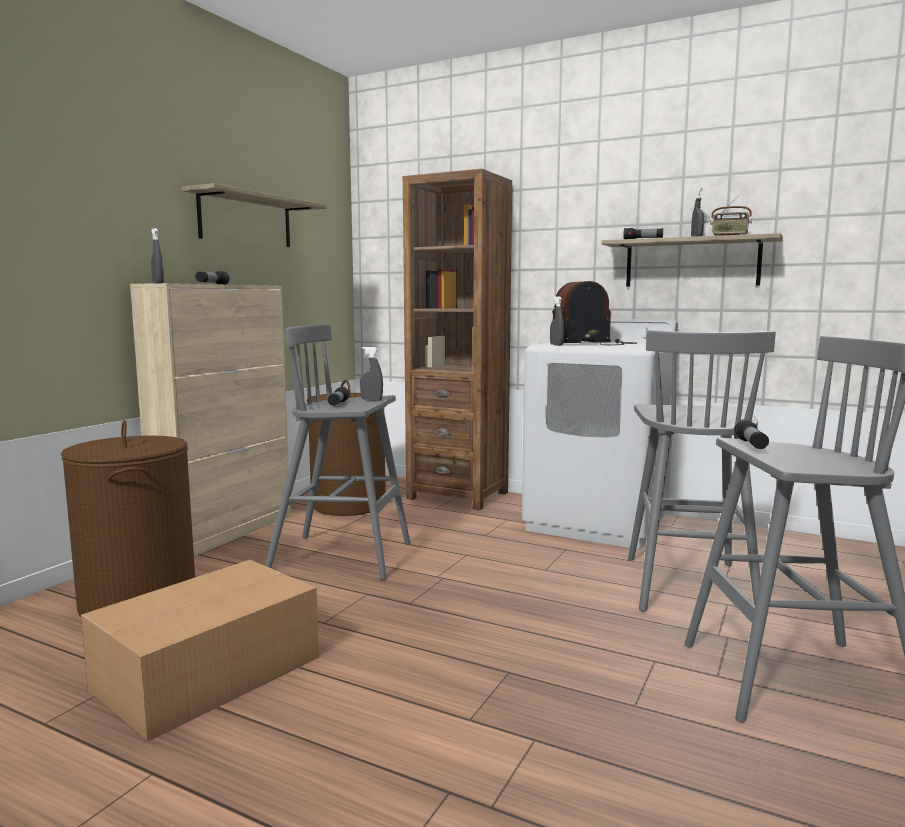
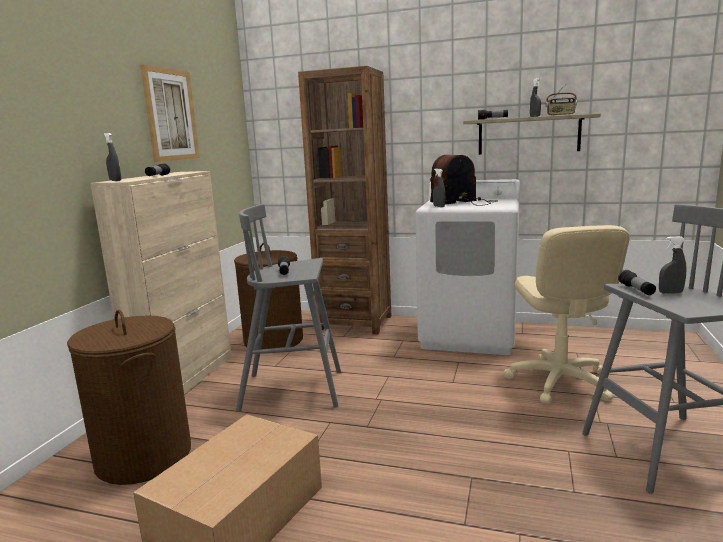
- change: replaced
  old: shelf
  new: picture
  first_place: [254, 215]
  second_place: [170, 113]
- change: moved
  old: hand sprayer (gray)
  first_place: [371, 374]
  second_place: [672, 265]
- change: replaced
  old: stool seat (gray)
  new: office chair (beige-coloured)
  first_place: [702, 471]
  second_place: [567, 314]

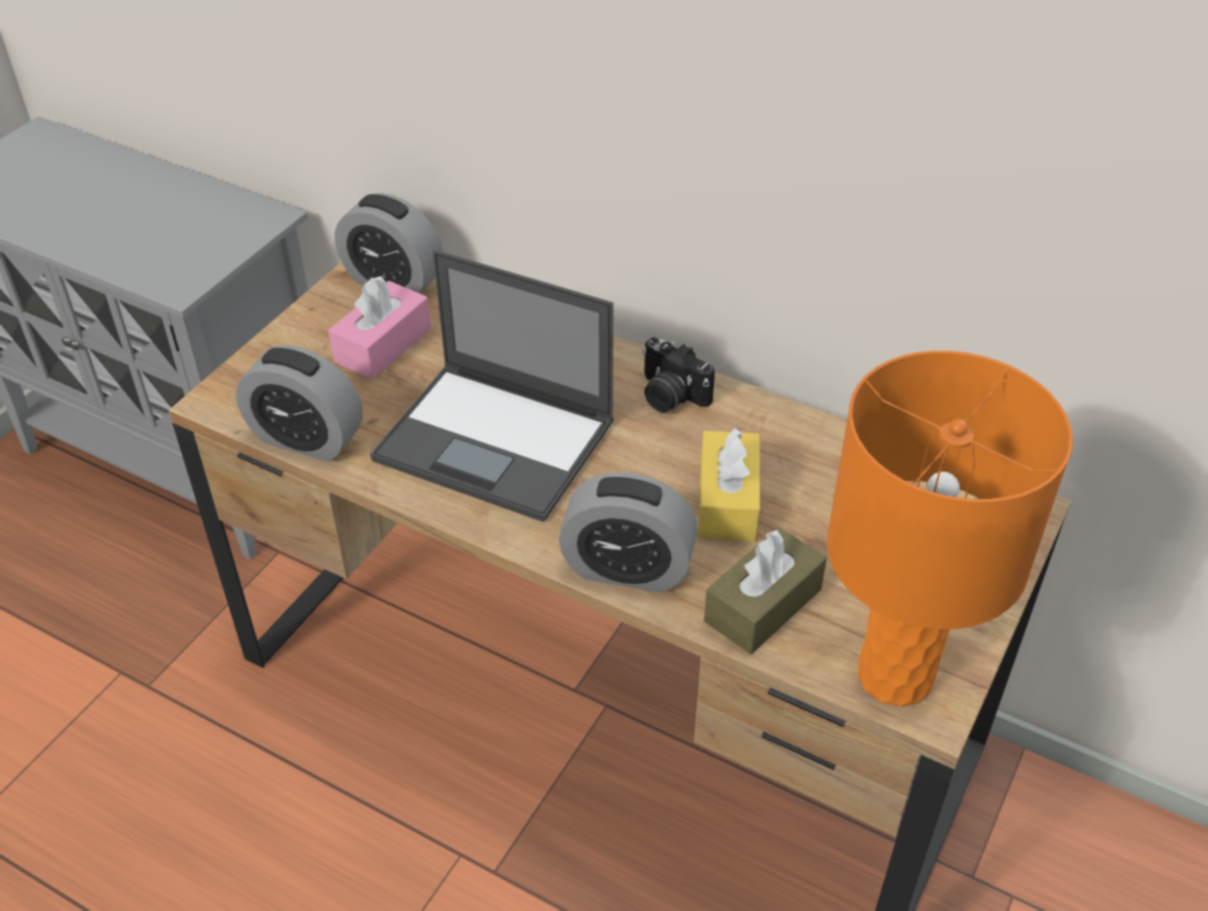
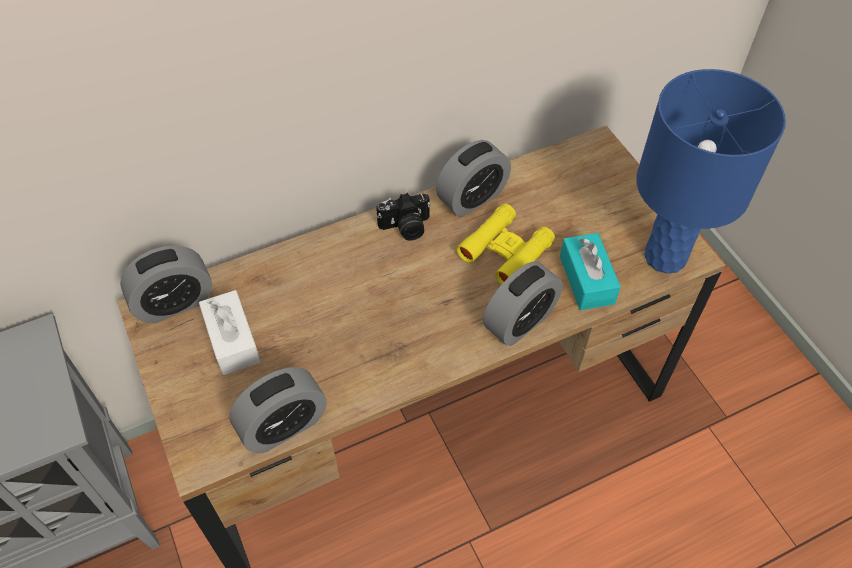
- change: recoloured
  old: box of tissues (pink-coloured)
  new: box of tissues (white)
  first_place: [379, 327]
  second_place: [230, 332]
- change: removed
  old: laptop
  first_place: [492, 386]
- change: replaced
  old: box of tissues (yellow-coloured)
  new: field glasses (yellow-coloured)
  first_place: [729, 484]
  second_place: [505, 244]
- change: recoloured
  old: box of tissues (brownish)
  new: box of tissues (blue-green)
  first_place: [765, 590]
  second_place: [590, 271]
- change: recoloured
  old: tabletop lamp (orangey)
  new: tabletop lamp (bluish)
  first_place: [950, 529]
  second_place: [711, 171]
- change: added
  new: table clock
  second_place: [473, 178]

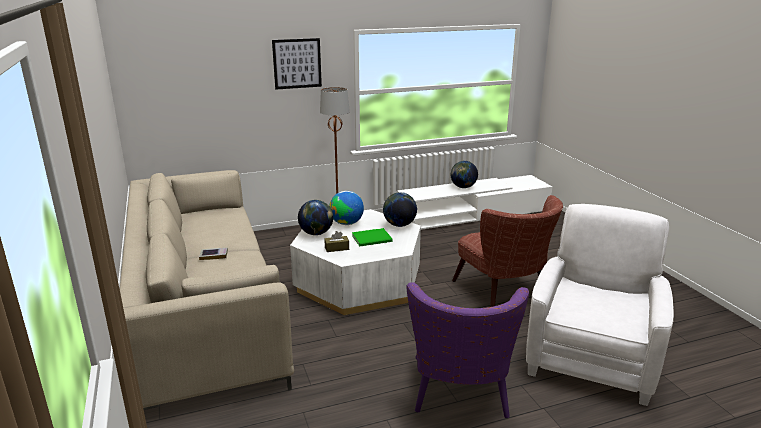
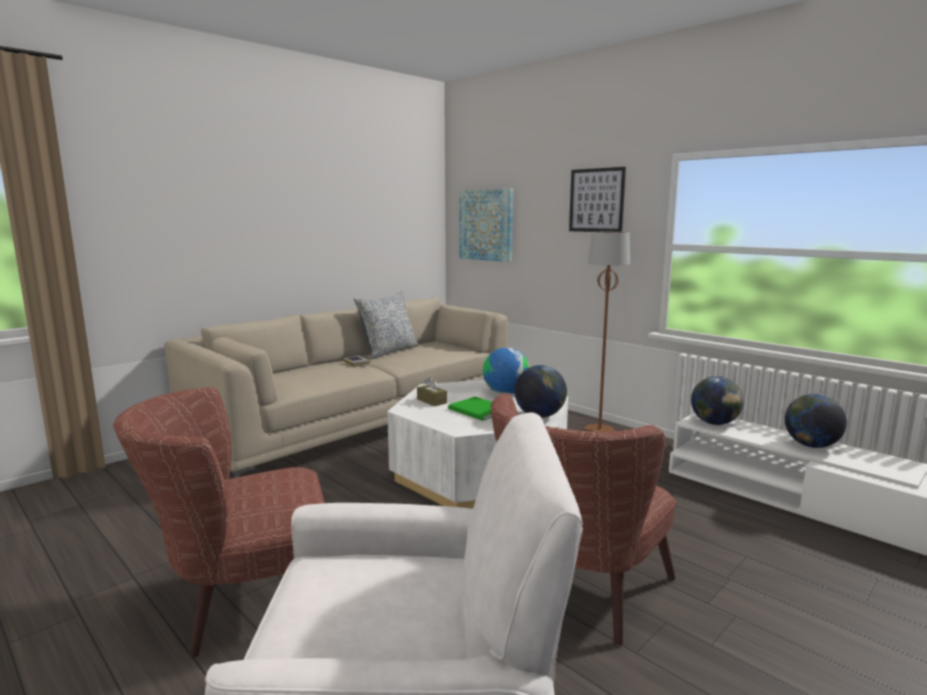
- change: moved
  old: world globe
  first_place: [315, 217]
  second_place: [717, 400]
- change: recoloured
  old: armchair (purple-coloured)
  new: armchair (brownish)
  first_place: [467, 350]
  second_place: [219, 522]
- change: added
  new: cushion
  second_place: [386, 325]
- change: added
  new: picture
  second_place: [486, 225]

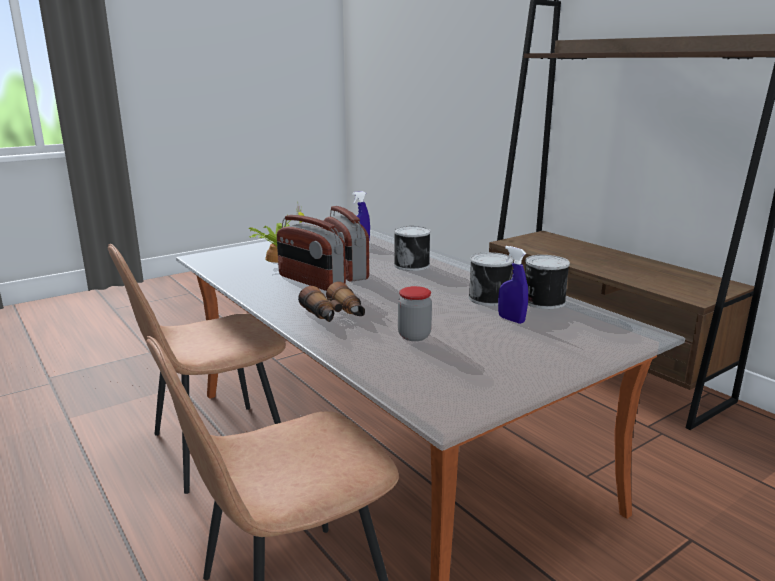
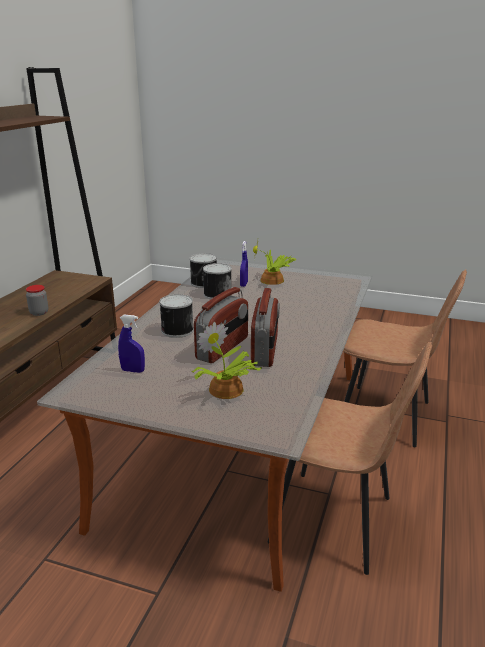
- change: removed
  old: field glasses
  first_place: [331, 302]
- change: moved
  old: storage jar
  first_place: [415, 313]
  second_place: [37, 300]
- change: added
  new: potted plant
  second_place: [274, 263]

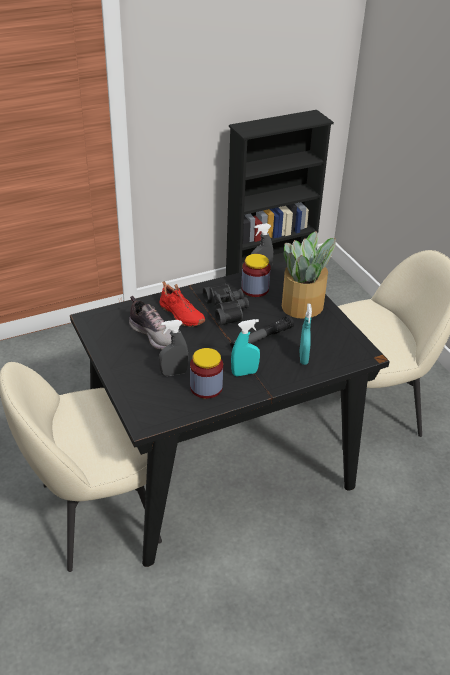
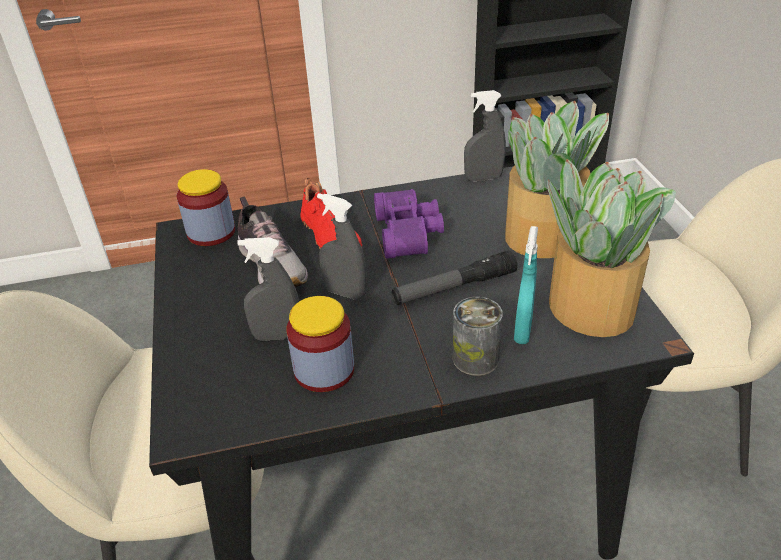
- change: recoloured
  old: field glasses (black-coloured)
  new: field glasses (purple-coloured)
  first_place: [226, 305]
  second_place: [409, 224]
- change: removed
  old: hand sprayer (blue-green)
  first_place: [245, 347]
- change: moved
  old: storage jar
  first_place: [256, 275]
  second_place: [206, 207]
- change: added
  new: hand sprayer (gray)
  second_place: [341, 246]
- change: added
  new: sealed can
  second_place: [478, 336]
- change: added
  new: potted plant
  second_place: [611, 248]

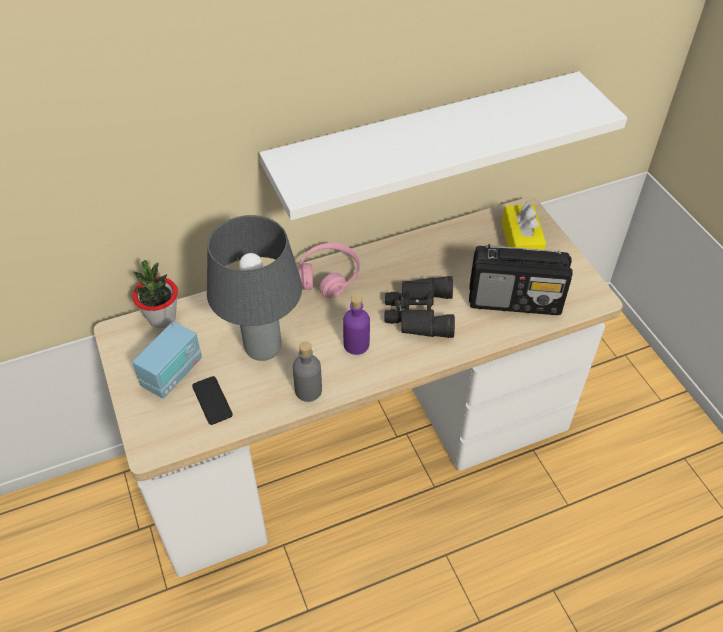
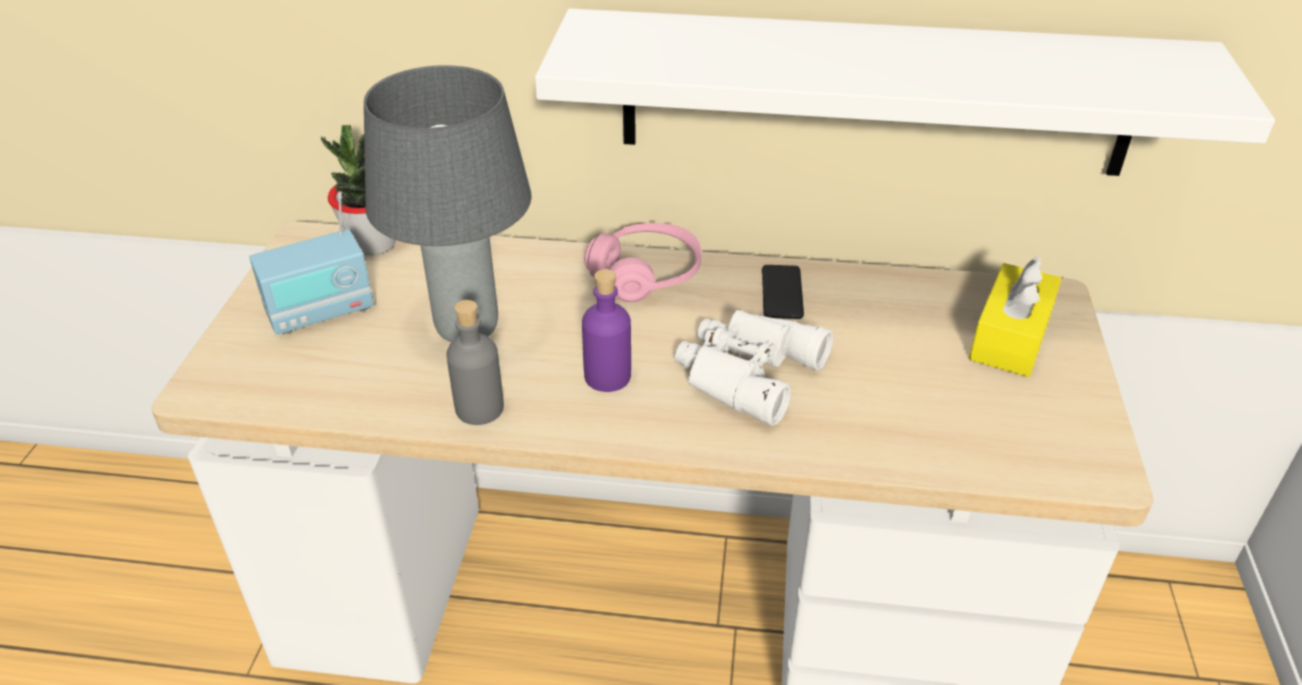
- change: moved
  old: phone
  first_place: [212, 400]
  second_place: [783, 292]
- change: recoloured
  old: field glasses (black-coloured)
  new: field glasses (white)
  first_place: [420, 307]
  second_place: [754, 368]
- change: removed
  old: radio receiver
  first_place: [521, 279]

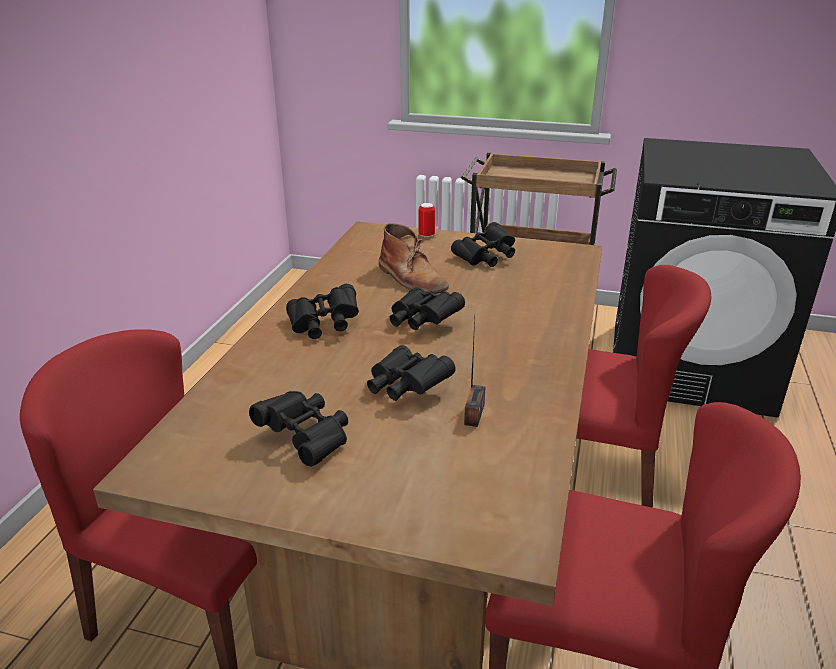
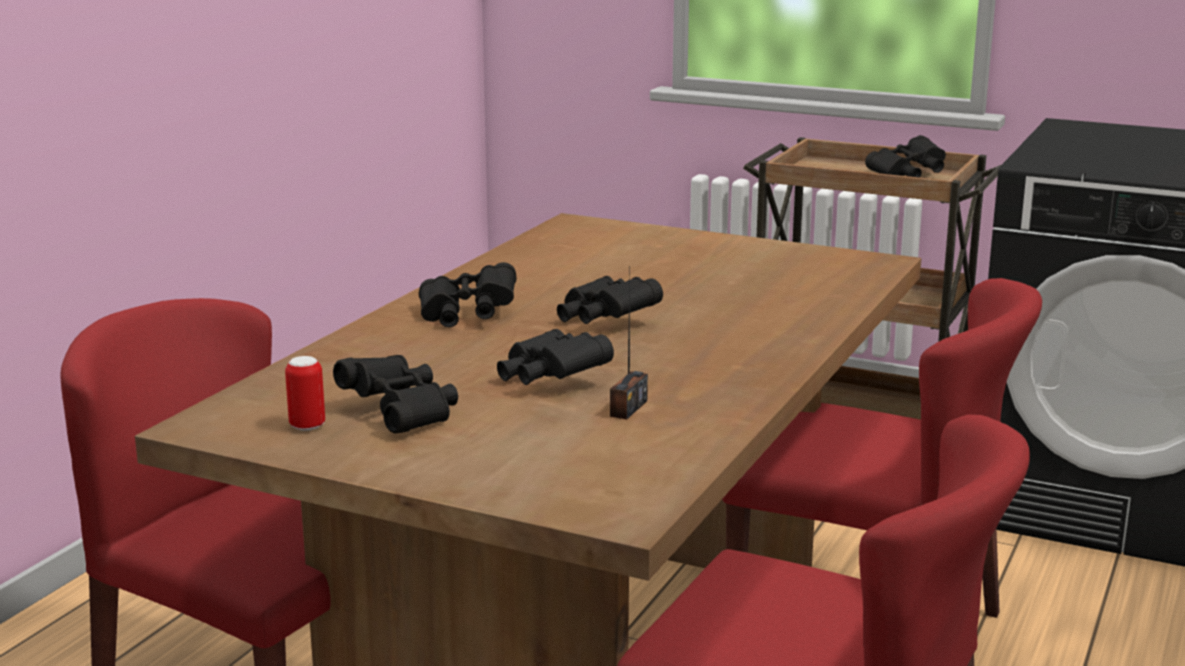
- change: removed
  old: high-top boot (brownish)
  first_place: [414, 258]
- change: moved
  old: sealed can
  first_place: [427, 220]
  second_place: [305, 393]
- change: moved
  old: field glasses (black-coloured)
  first_place: [483, 244]
  second_place: [905, 156]

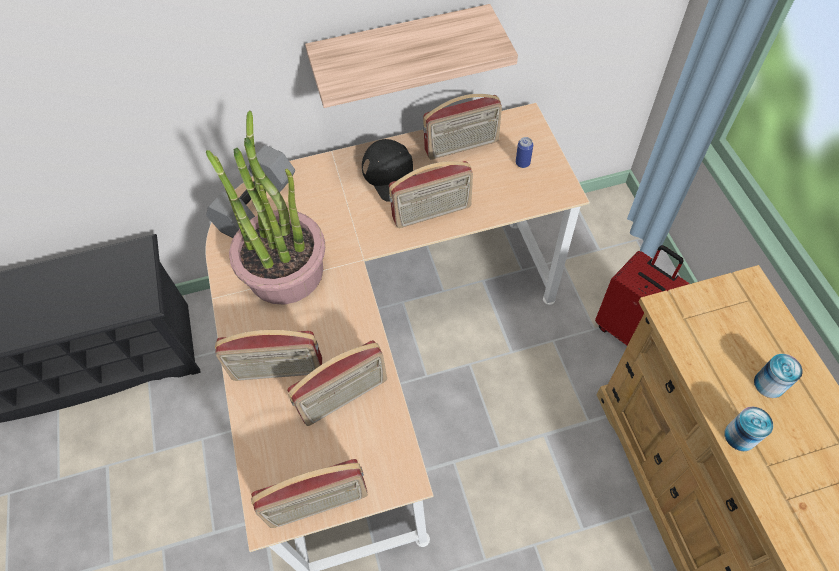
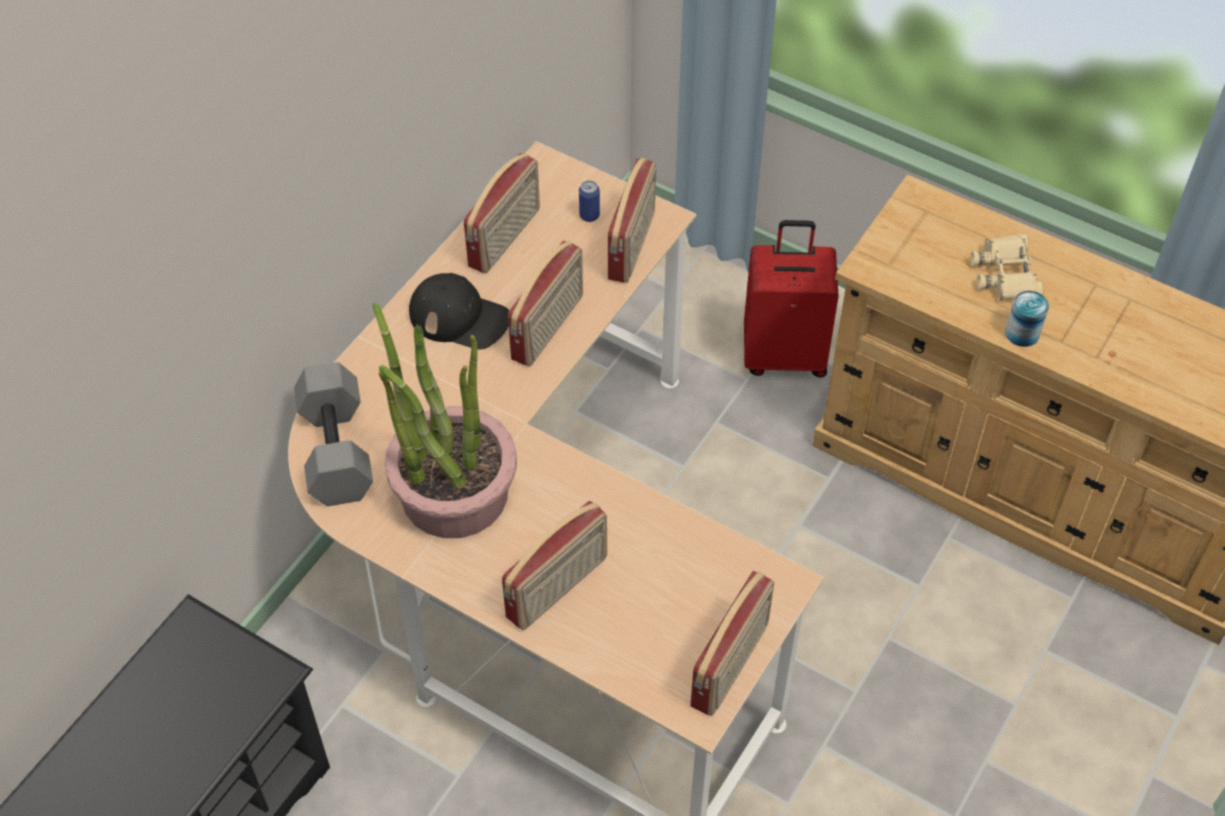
- change: moved
  old: radio receiver
  first_place: [337, 383]
  second_place: [632, 220]
- change: removed
  old: shelf
  first_place: [411, 56]
- change: replaced
  old: sealed can
  new: field glasses (beige-coloured)
  first_place: [778, 376]
  second_place: [1007, 267]

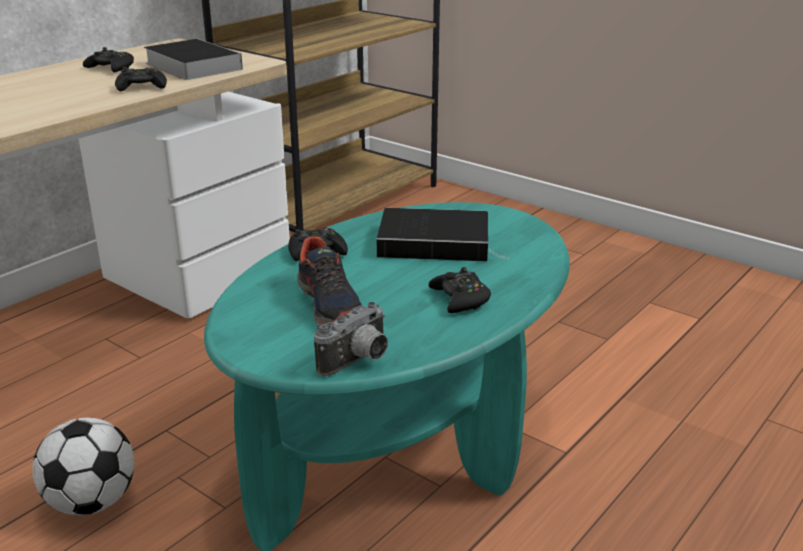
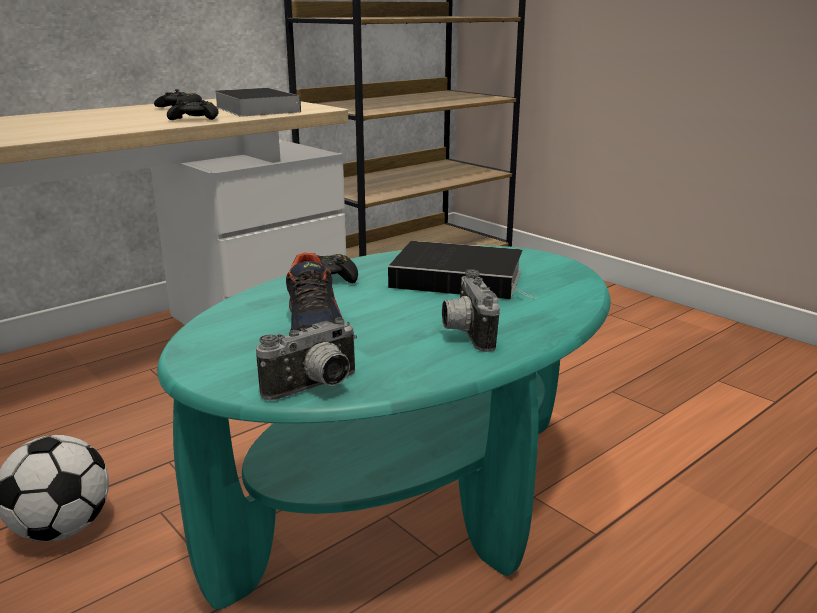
- change: replaced
  old: game controller (black-coloured)
  new: photo camera
  first_place: [459, 290]
  second_place: [471, 310]

